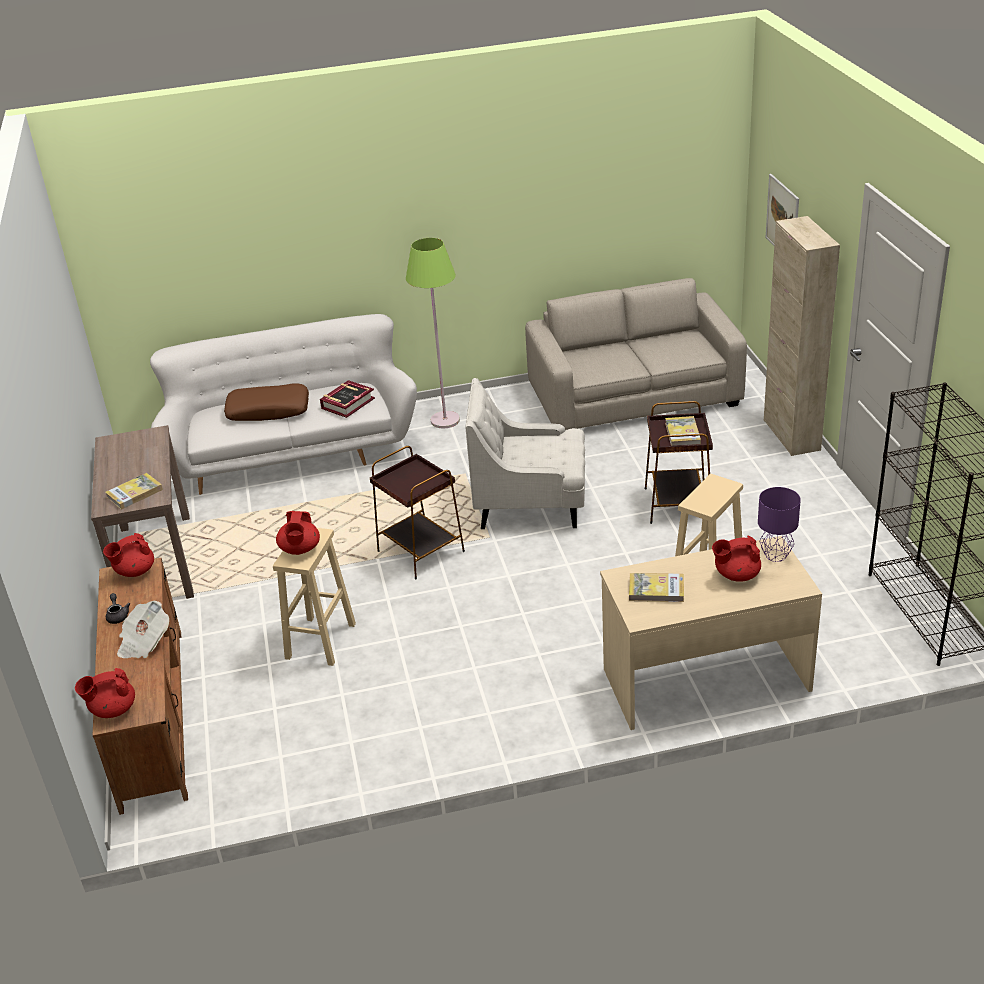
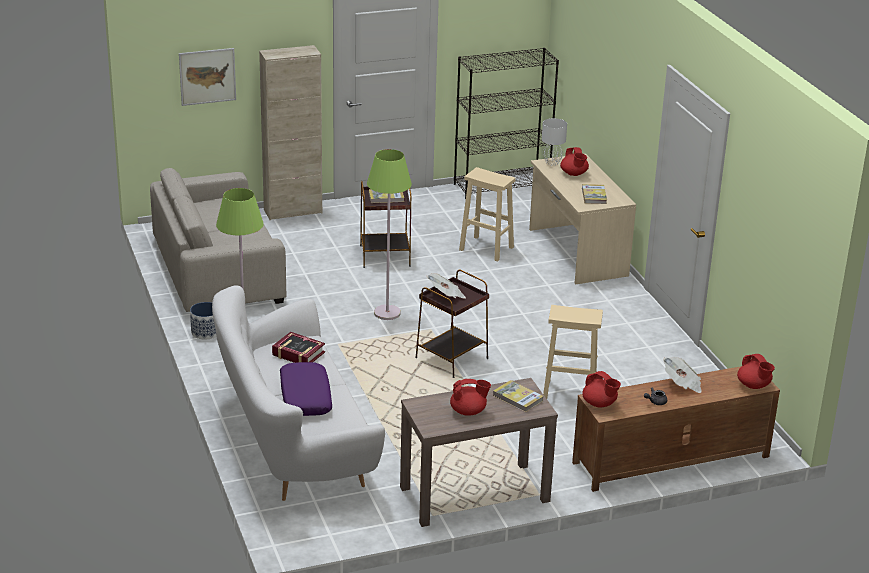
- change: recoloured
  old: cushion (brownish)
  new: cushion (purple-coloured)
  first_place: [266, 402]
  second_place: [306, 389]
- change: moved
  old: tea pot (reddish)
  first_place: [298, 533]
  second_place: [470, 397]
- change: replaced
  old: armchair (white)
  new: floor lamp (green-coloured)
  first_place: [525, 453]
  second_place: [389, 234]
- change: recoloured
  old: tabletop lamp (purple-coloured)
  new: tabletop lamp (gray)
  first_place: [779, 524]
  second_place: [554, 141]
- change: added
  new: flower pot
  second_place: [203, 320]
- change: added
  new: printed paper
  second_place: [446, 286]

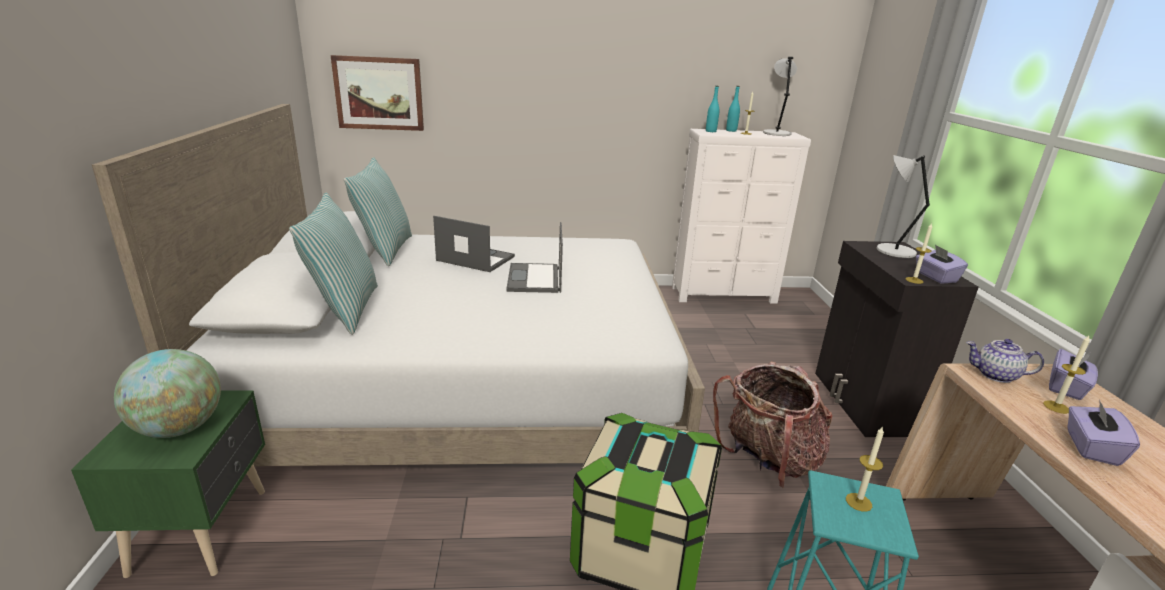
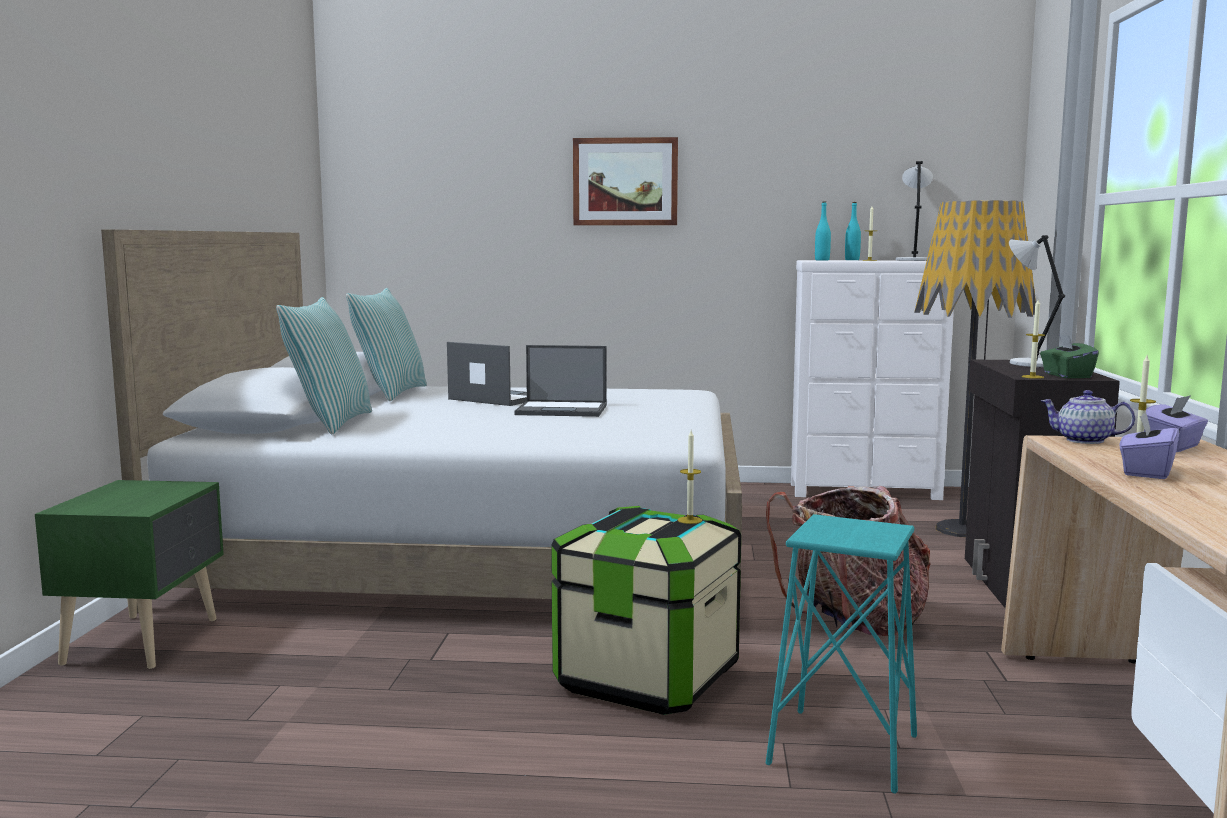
- change: removed
  old: world globe
  first_place: [167, 393]
- change: moved
  old: picture
  first_place: [377, 93]
  second_place: [625, 181]
- change: turned
  old: laptop
  first_place: [534, 257]
  second_place: [560, 381]
  degrees: -90
- change: moved
  old: candle
  first_place: [865, 469]
  second_place: [690, 477]
- change: recoloured
  old: box of tissues (purple-coloured)
  new: box of tissues (green-coloured)
  first_place: [942, 264]
  second_place: [1069, 355]
- change: added
  new: floor lamp
  second_place: [975, 368]

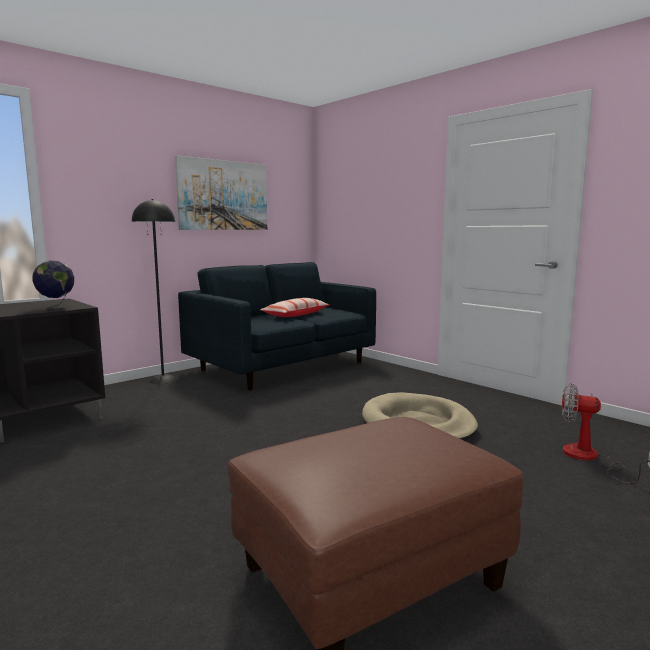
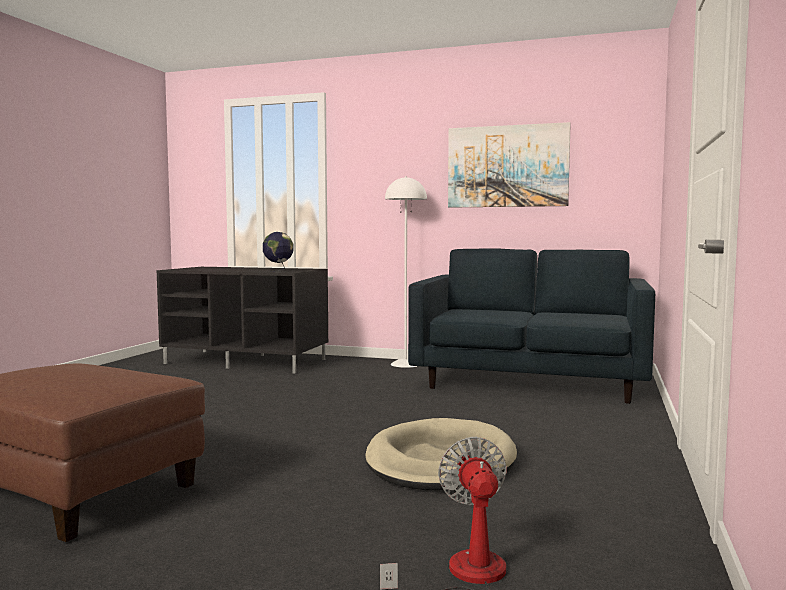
- change: recoloured
  old: floor lamp (black-coloured)
  new: floor lamp (white)
  first_place: [155, 291]
  second_place: [406, 272]
- change: removed
  old: cushion
  first_place: [295, 307]

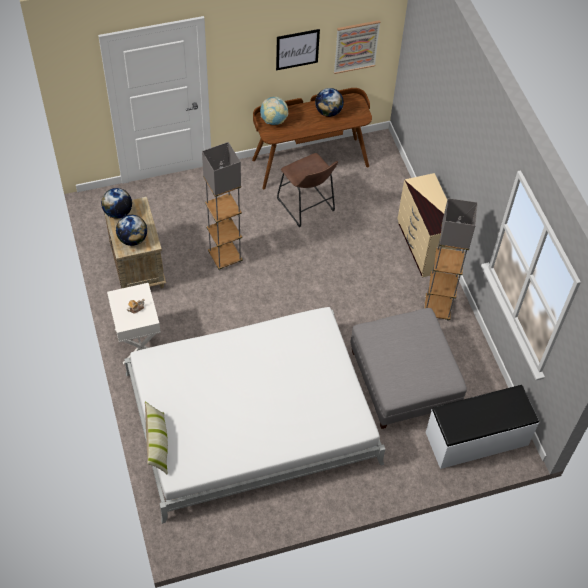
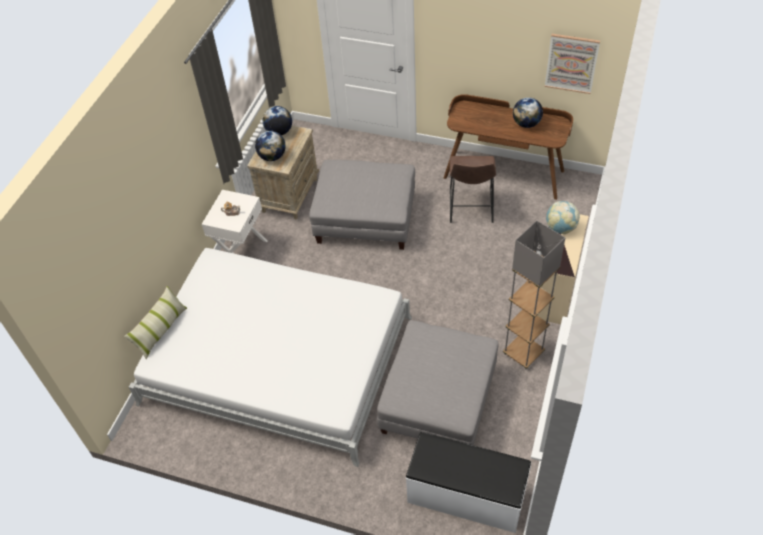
- change: replaced
  old: floor lamp (gray)
  new: footrest (gray)
  first_place: [222, 206]
  second_place: [362, 205]
- change: moved
  old: world globe
  first_place: [274, 111]
  second_place: [563, 217]
- change: removed
  old: picture
  first_place: [298, 49]

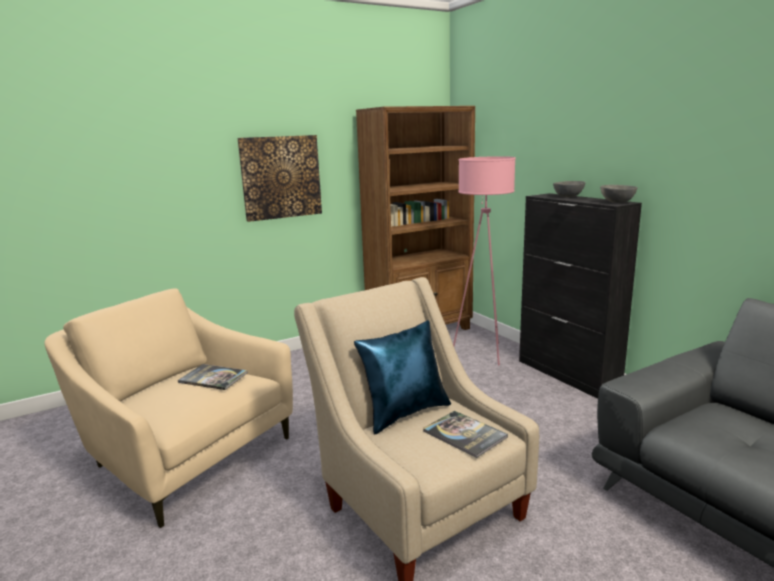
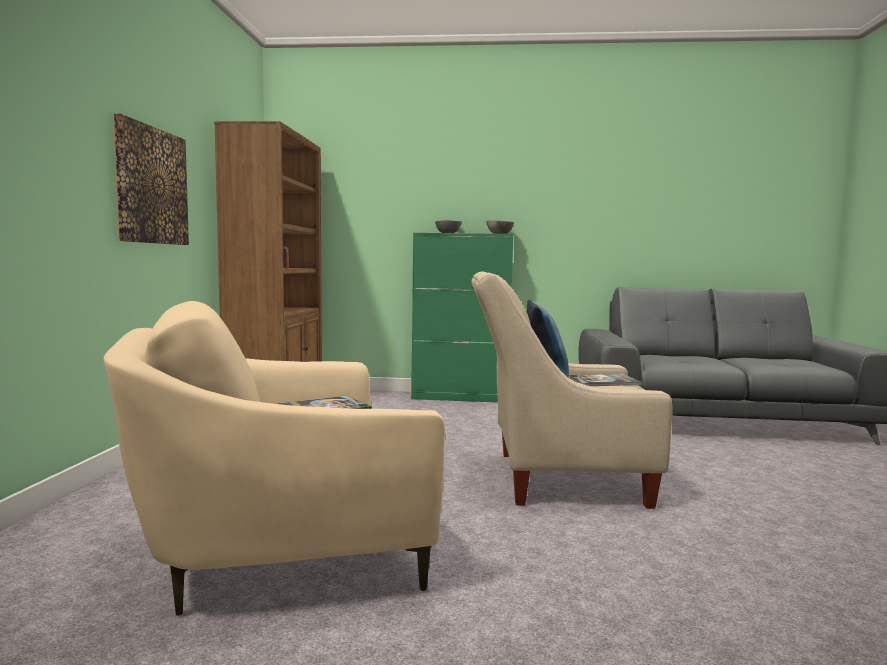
- change: removed
  old: floor lamp (pink-coloured)
  first_place: [484, 261]
- change: recoloured
  old: storage cabinet (black-coloured)
  new: storage cabinet (green-coloured)
  first_place: [580, 296]
  second_place: [462, 318]

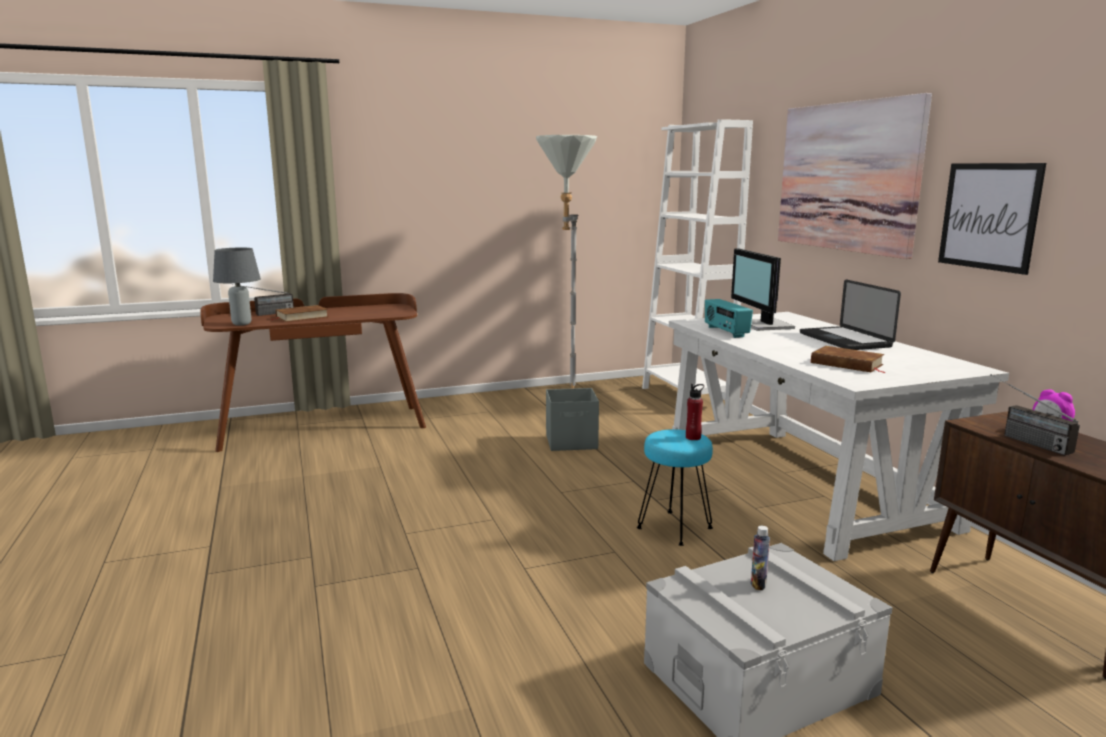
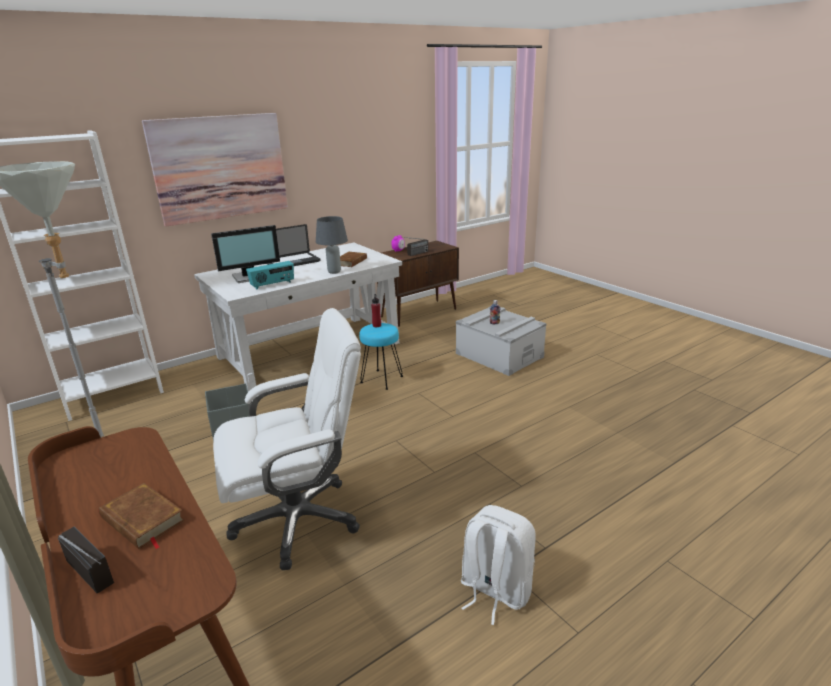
- change: moved
  old: tabletop lamp (gray)
  first_place: [237, 287]
  second_place: [332, 245]
- change: removed
  old: picture
  first_place: [992, 219]
- change: added
  new: office chair (white)
  second_place: [287, 439]
- change: added
  new: rucksack (white)
  second_place: [498, 565]

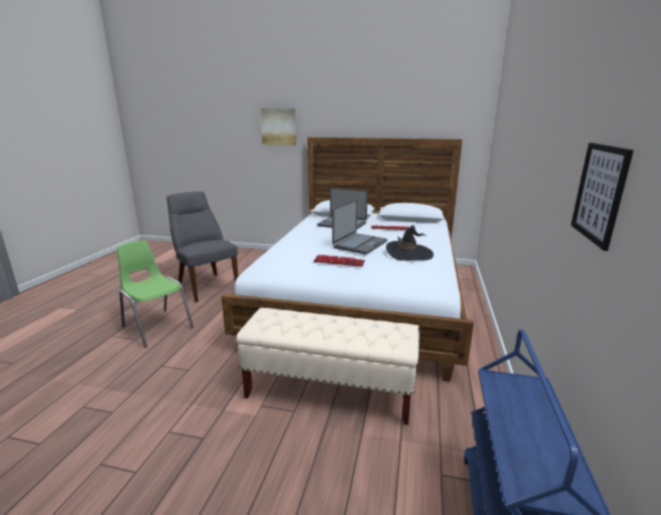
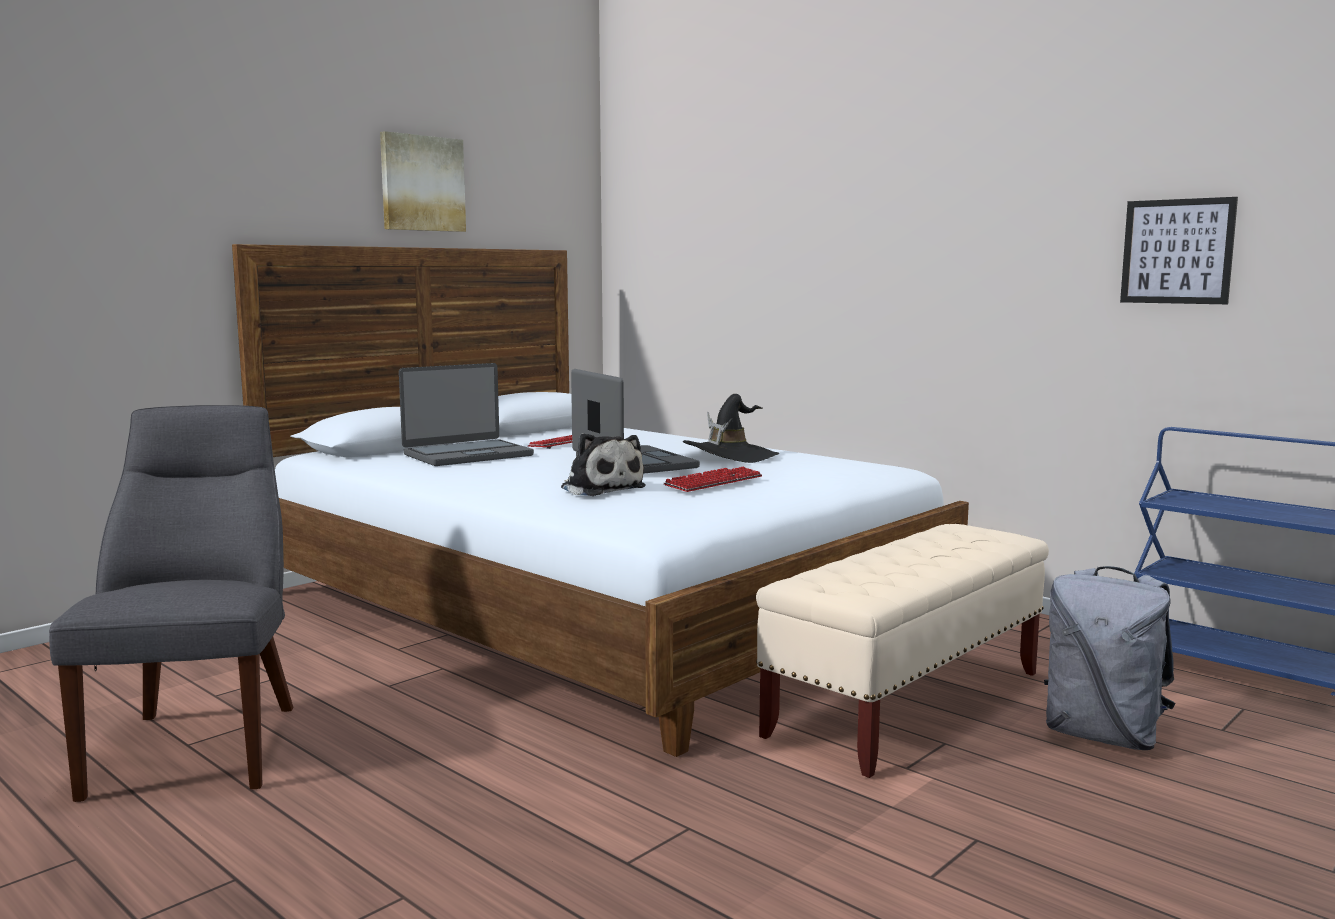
- change: removed
  old: chair (green-coloured)
  first_place: [155, 294]
- change: turned
  old: chair (gray)
  first_place: [202, 246]
  second_place: [171, 603]
  degrees: 90
- change: moved
  old: picture
  first_place: [278, 127]
  second_place: [423, 181]
- change: added
  new: plush toy
  second_place: [603, 464]
- change: added
  new: rucksack (gray)
  second_place: [1110, 658]

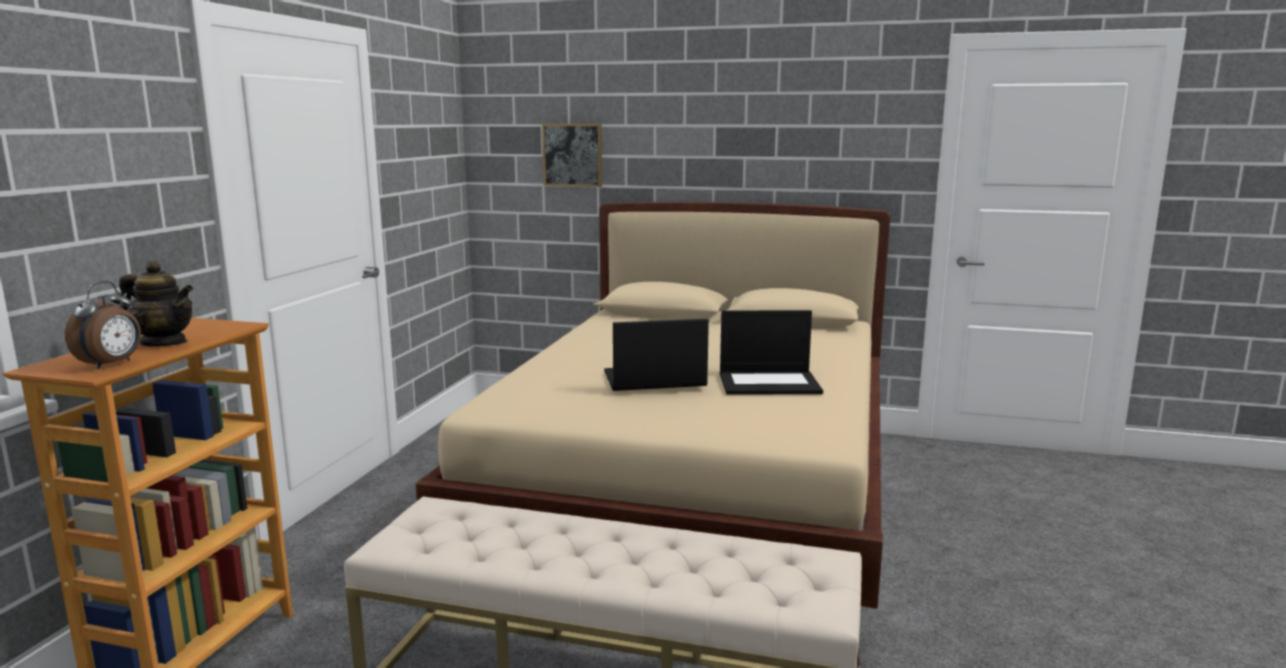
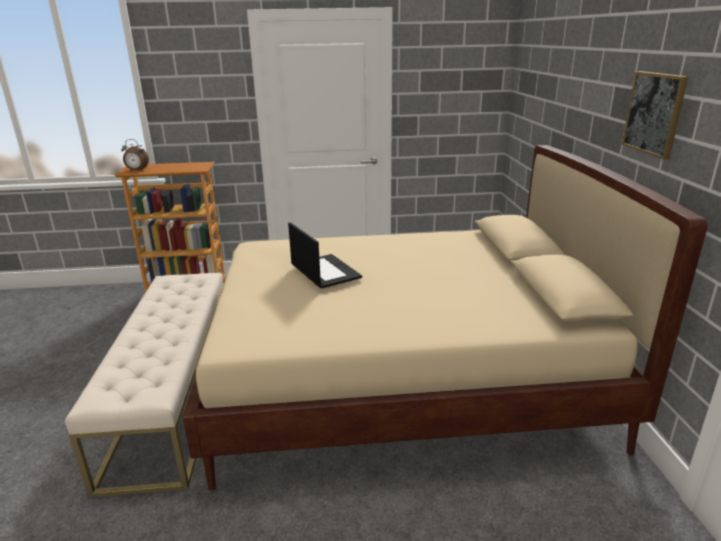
- change: removed
  old: tea pot
  first_place: [156, 304]
- change: moved
  old: picture
  first_place: [572, 155]
  second_place: [655, 115]
- change: removed
  old: laptop
  first_place: [771, 352]

